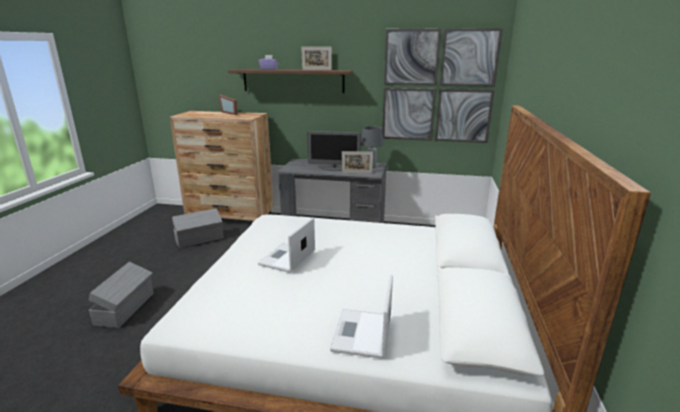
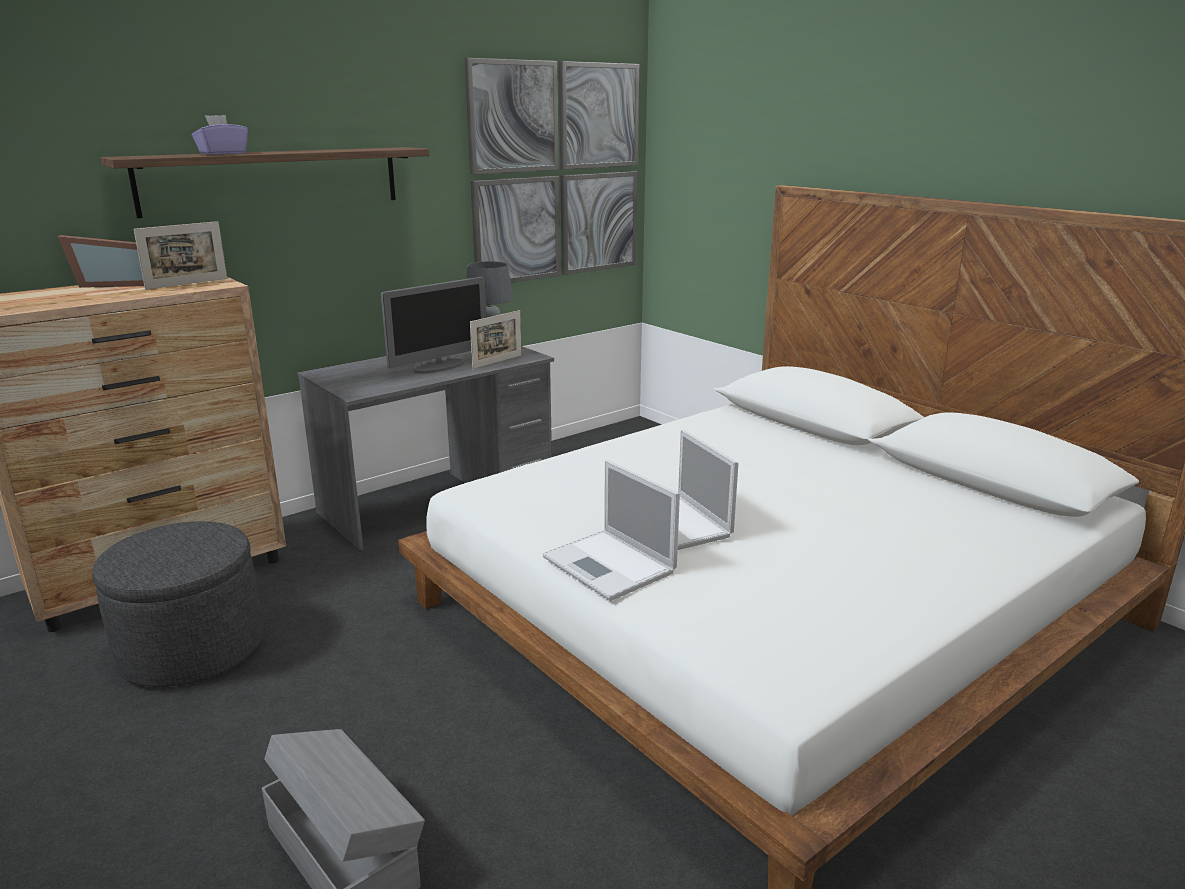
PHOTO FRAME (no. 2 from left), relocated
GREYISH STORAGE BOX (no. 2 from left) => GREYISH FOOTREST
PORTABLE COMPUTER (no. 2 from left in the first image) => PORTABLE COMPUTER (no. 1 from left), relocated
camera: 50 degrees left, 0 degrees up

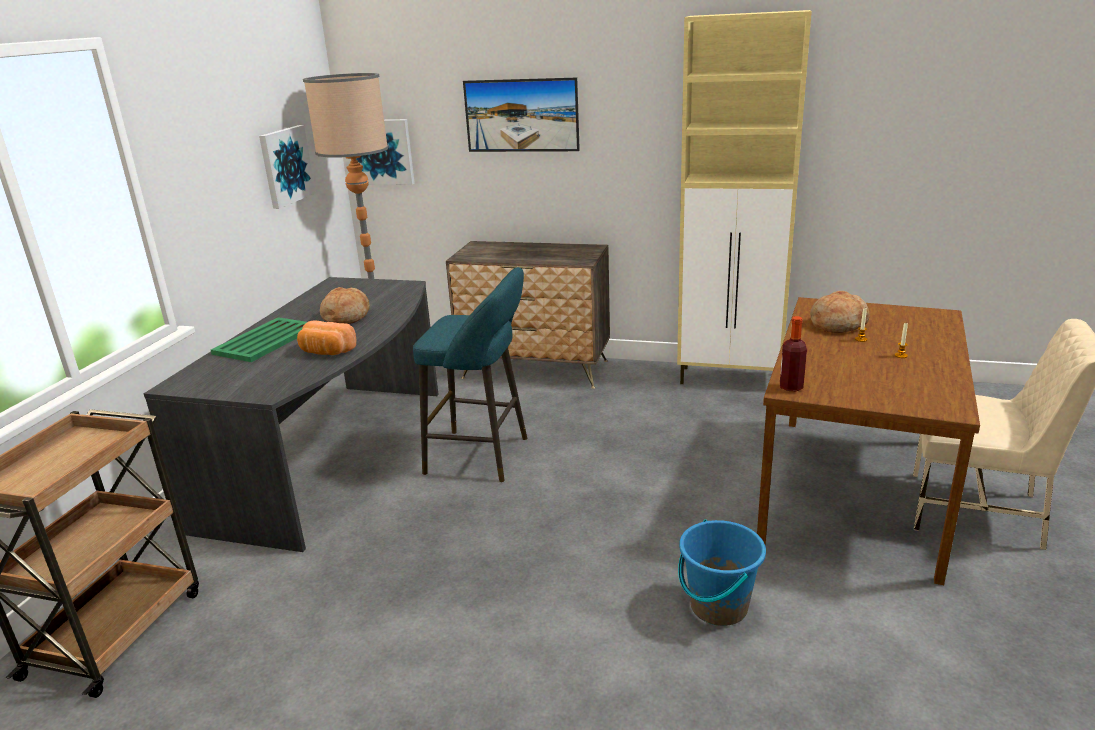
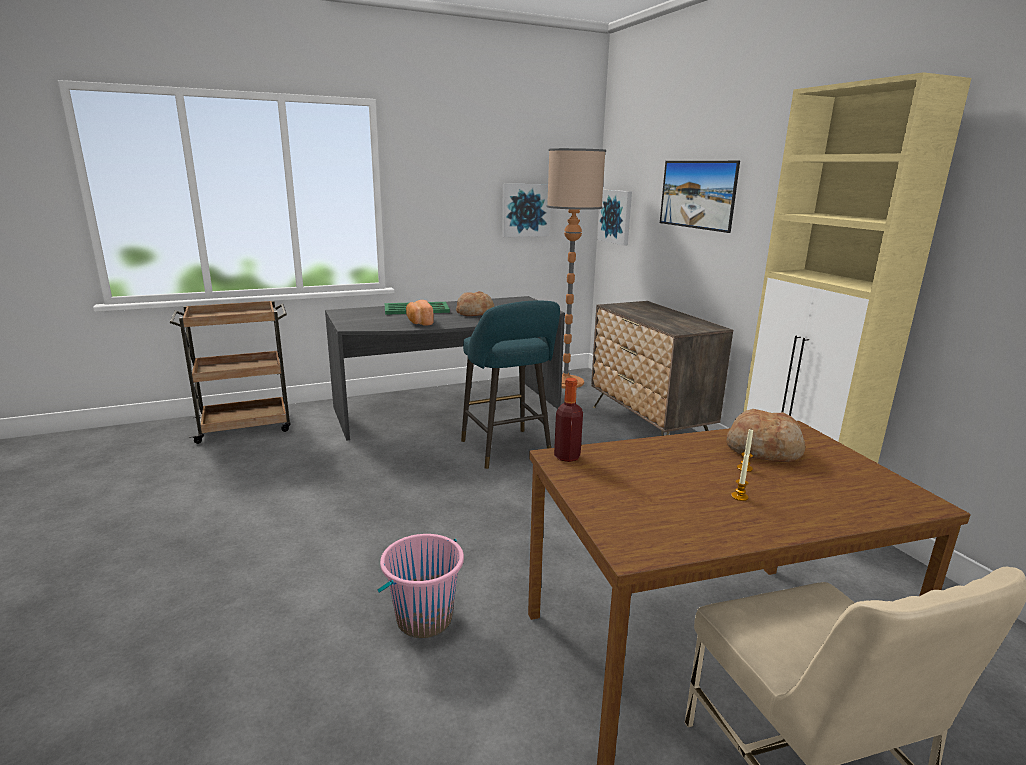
BLUISH BUCKET => PINKISH BUCKET
camera: 50 degrees right, 5 degrees down

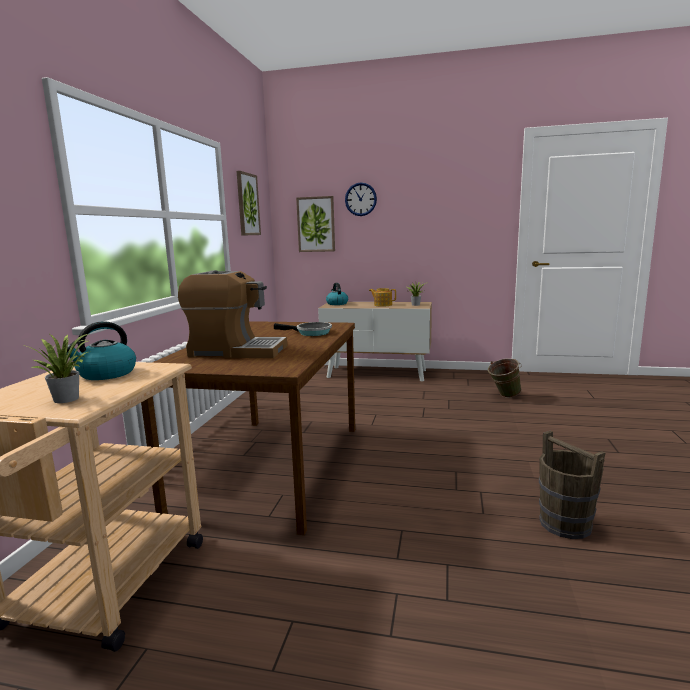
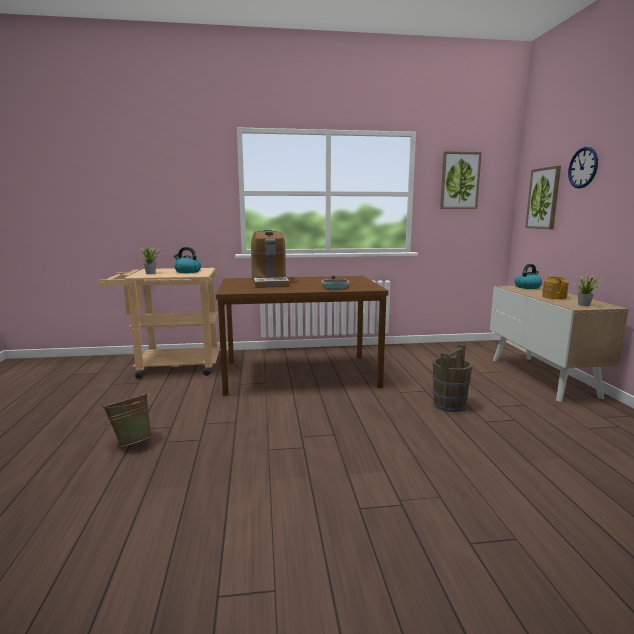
GREEN-COLOURED BUCKET, relocated
BROWNISH BUCKET, relocated
camera: 70 degrees right, 0 degrees up

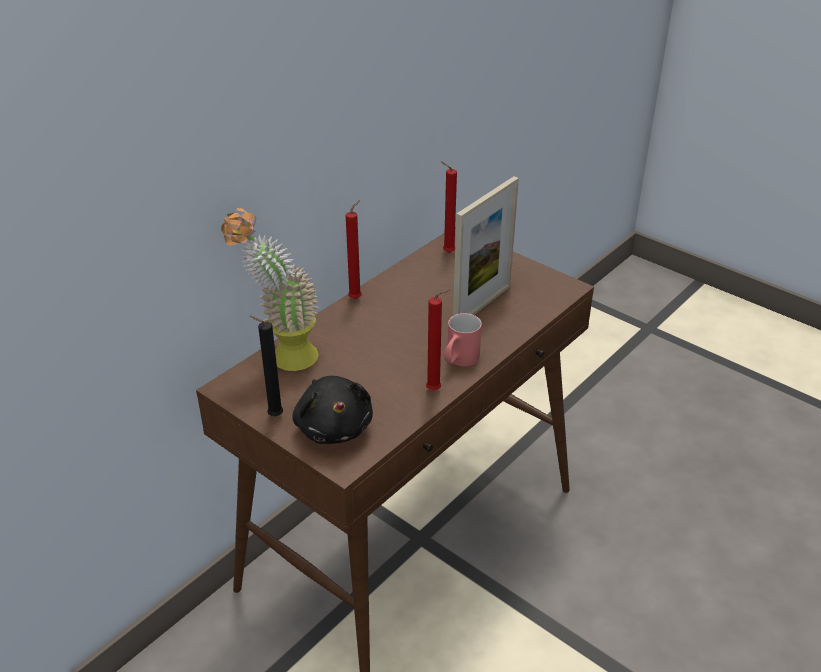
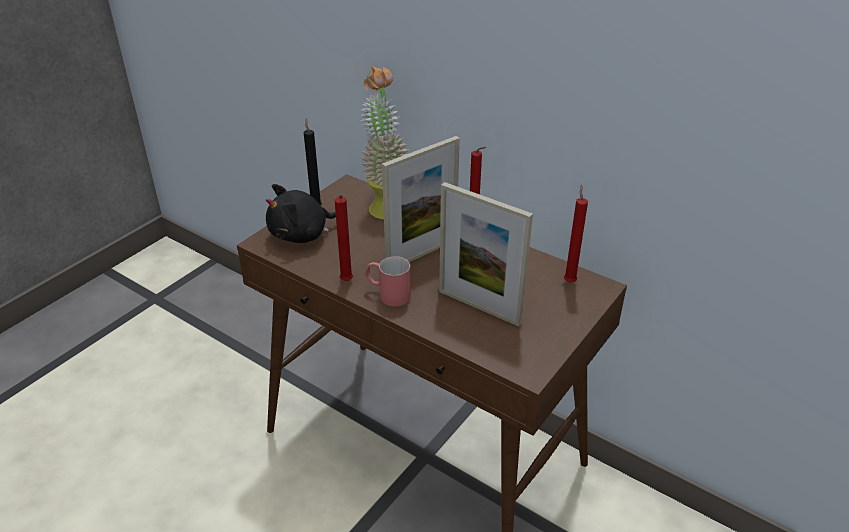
nothing => PHOTO FRAME (no. 1 from left)
camera: 85 degrees right, 0 degrees up

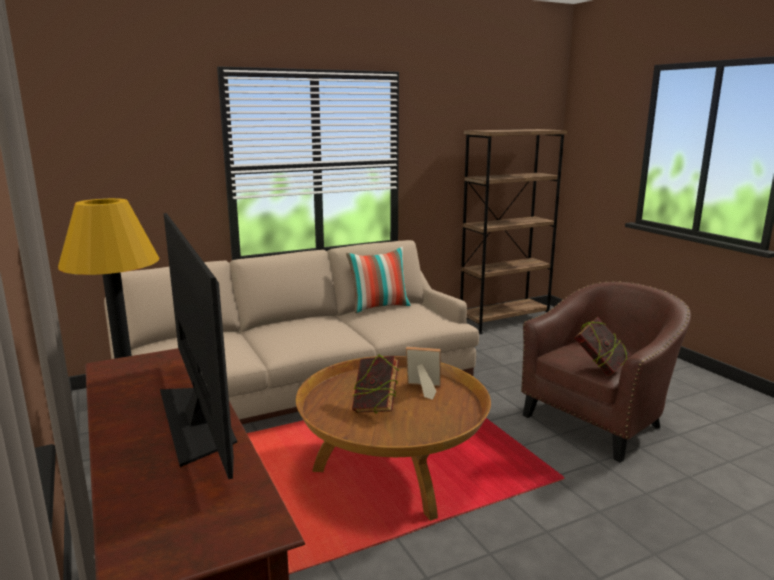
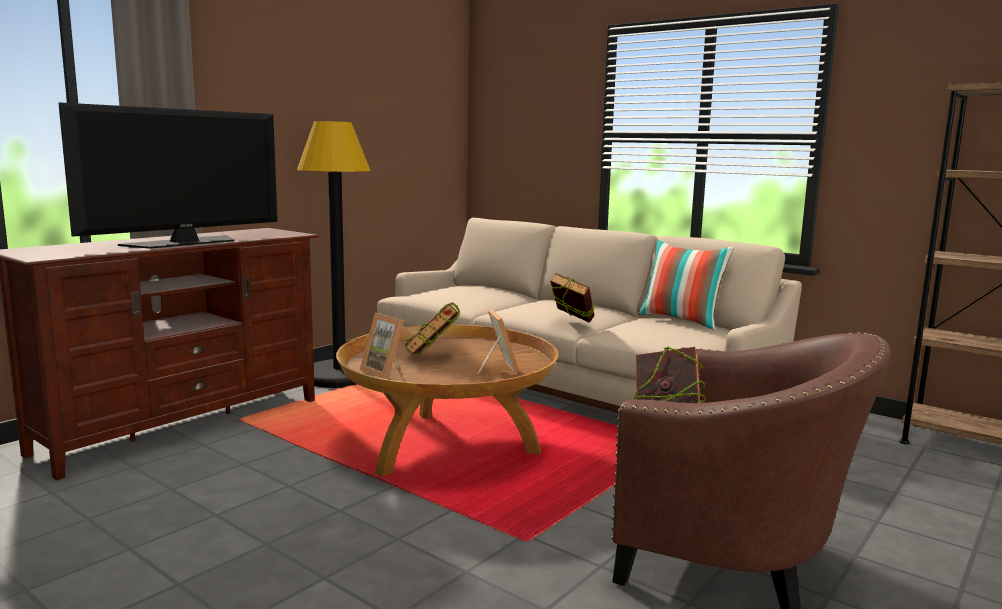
nothing => BOOK (no. 2 from left)
nothing => PHOTO FRAME (no. 1 from left)
camera: 65 degrees right, 5 degrees down

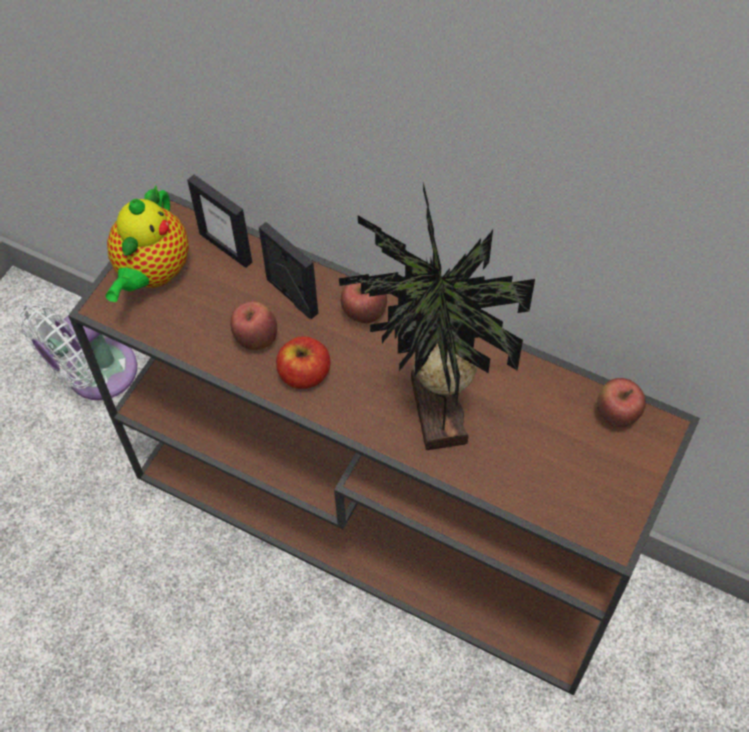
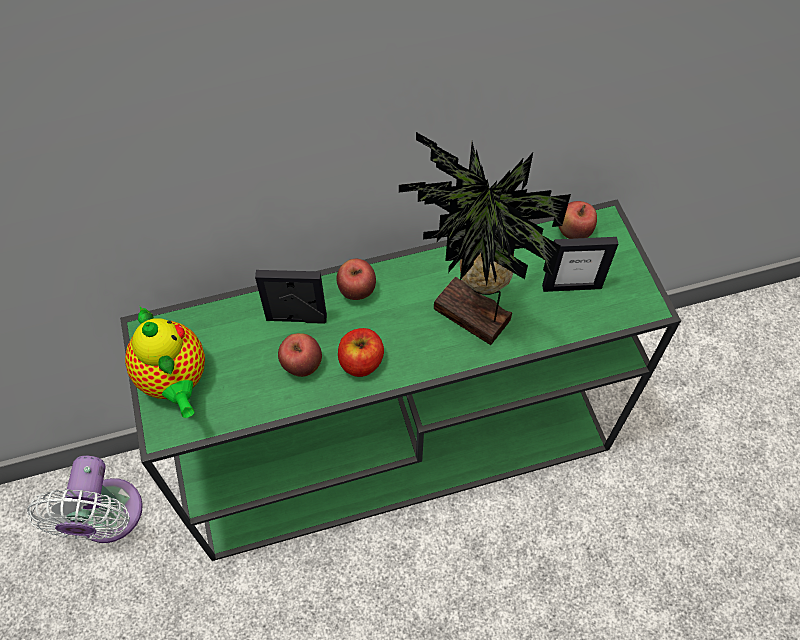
PHOTO FRAME (no. 1 from left in the first image) => PHOTO FRAME (no. 2 from left), relocated
BROWNISH HALL TABLE => GREEN-COLOURED HALL TABLE
camera: 45 degrees left, 0 degrees up

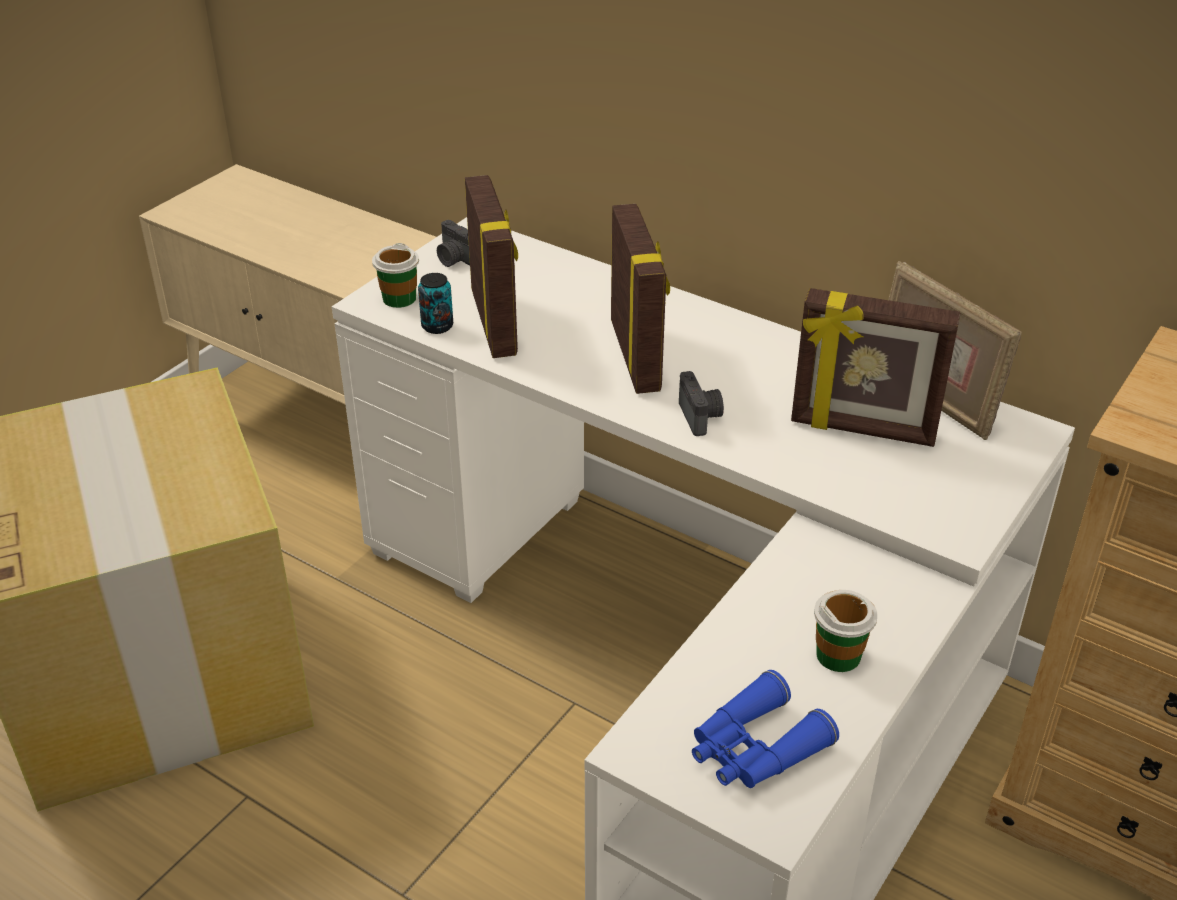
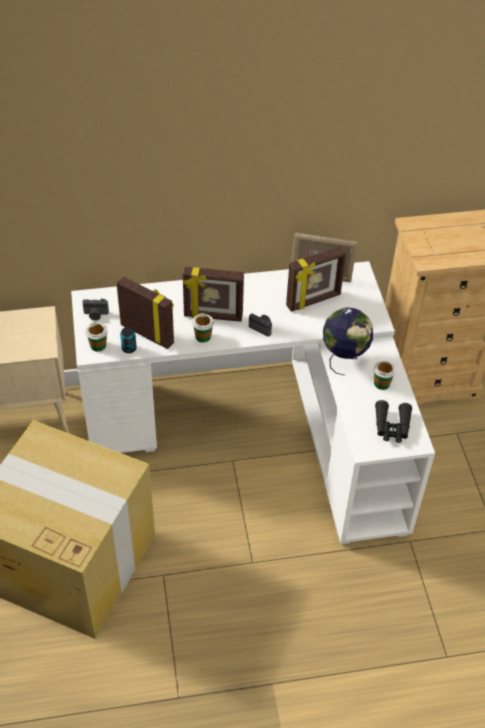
PHOTO FRAME (no. 2 from left), 150 degrees clockwise
BLUISH BINOCULARS => BLACK BINOCULARS
nothing => DESK GLOBE
nothing => CUP (no. 2 from left)
camera: 45 degrees left, 10 degrees up

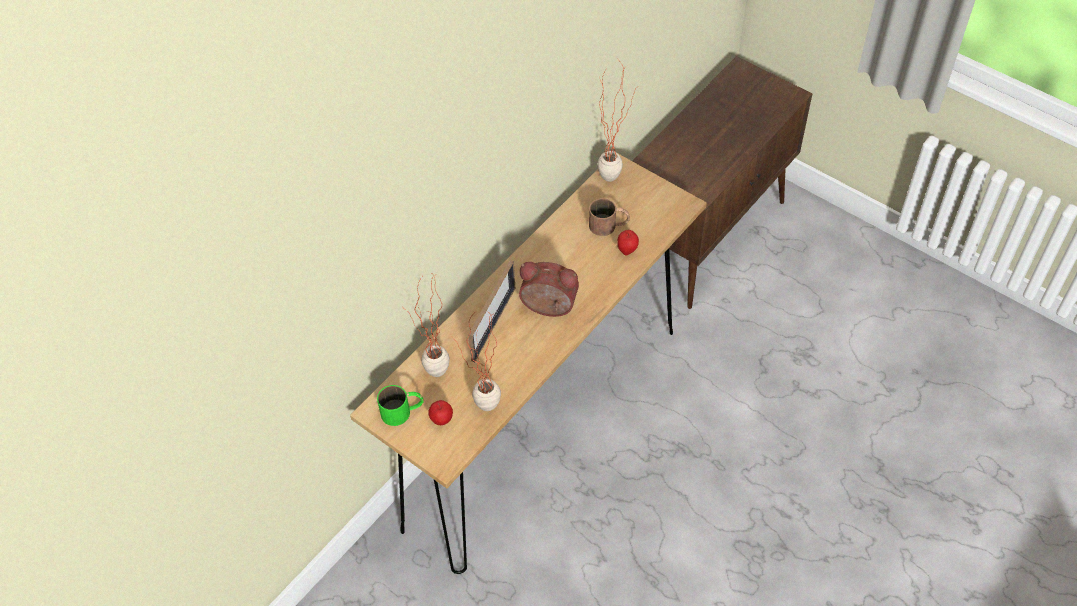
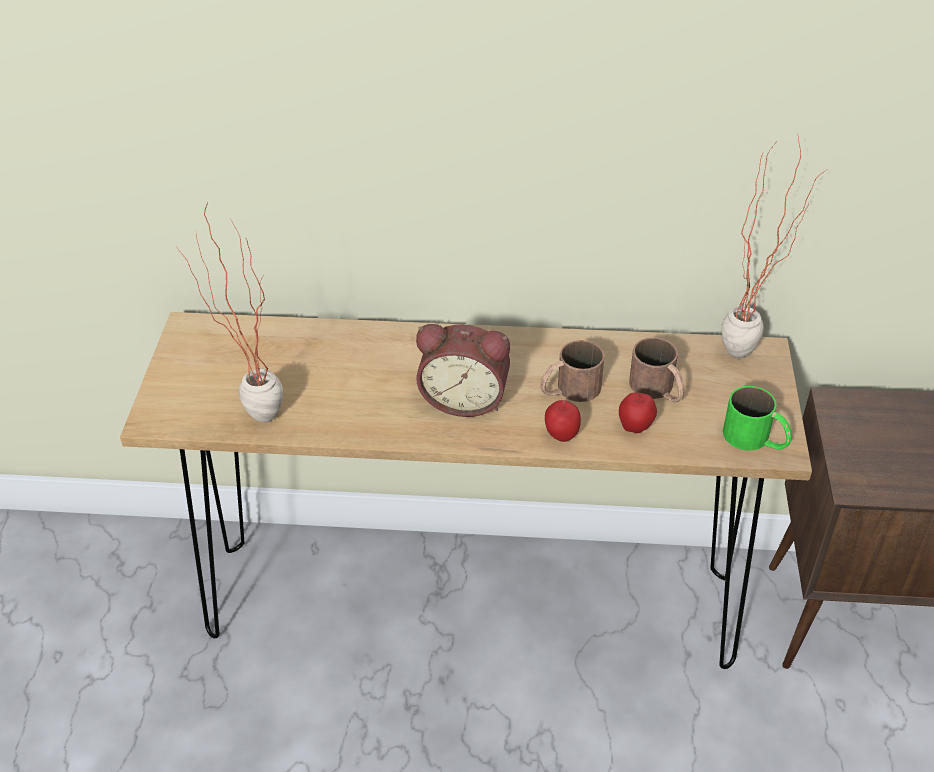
PHOTO FRAME => nothing
BEDSIDE CLOCK, 120 degrees clockwise
PLANT IN A POT (no. 1 from left) => nothing
GREEN-COLOURED MUG, relocated
WHOLE APPLE (no. 1 from left), relocated
nothing => BROWNISH MUG (no. 1 from left)
camera: 55 degrees right, 10 degrees down

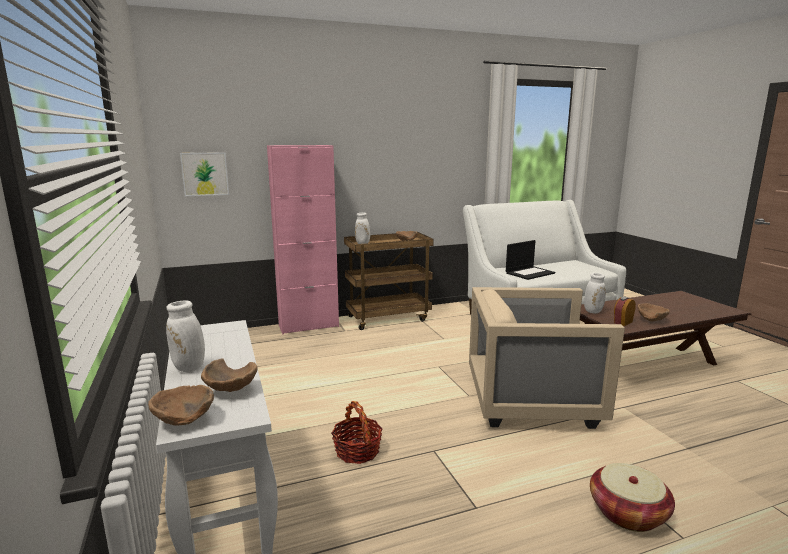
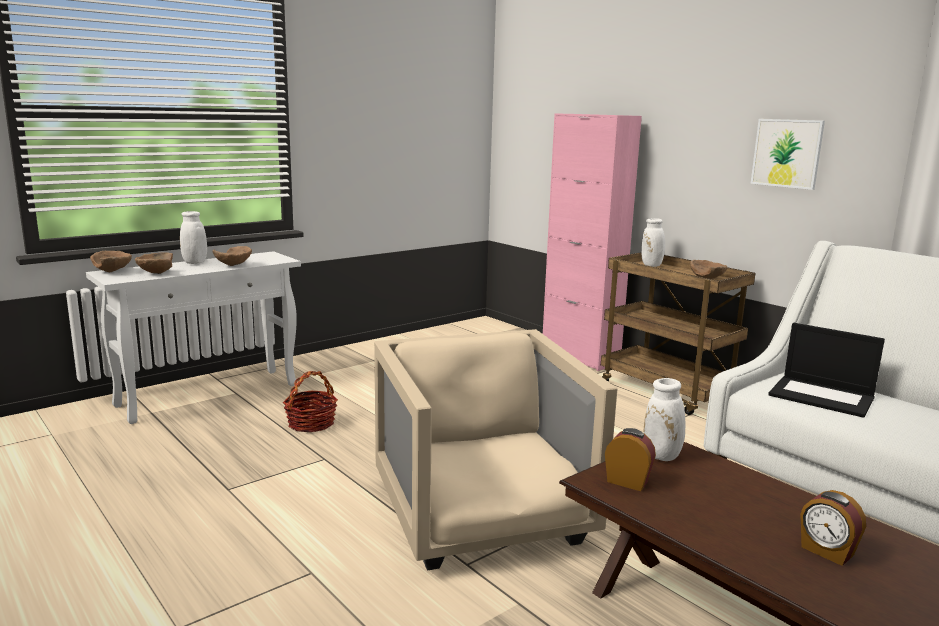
WALL ART, relocated
BROWNISH SERVING BOWL (no. 4 from left in the first image) => BROWNISH SERVING BOWL (no. 3 from left), relocated
STORAGE BASKET (no. 2 from left) => nothing
nothing => BEDSIDE CLOCK (no. 2 from left)
camera: 70 degrees right, 0 degrees up

